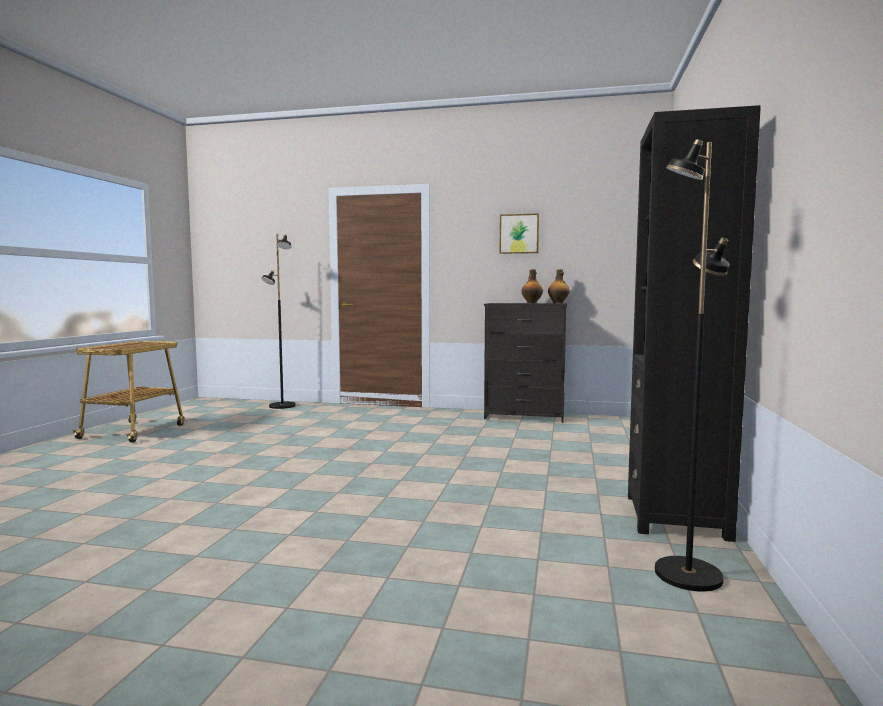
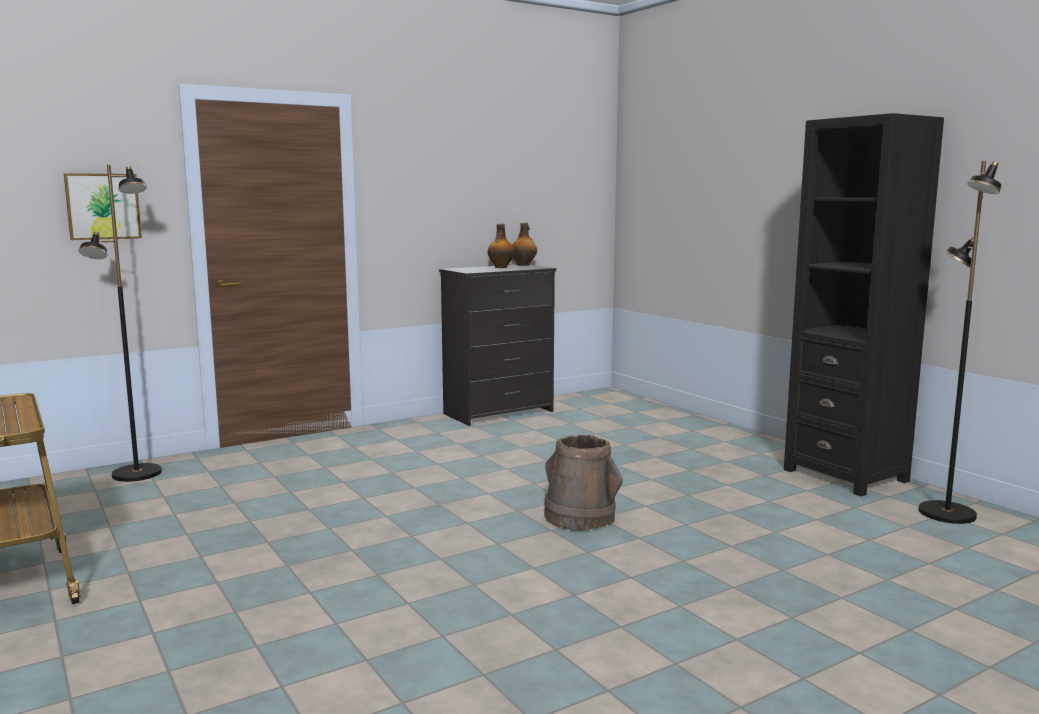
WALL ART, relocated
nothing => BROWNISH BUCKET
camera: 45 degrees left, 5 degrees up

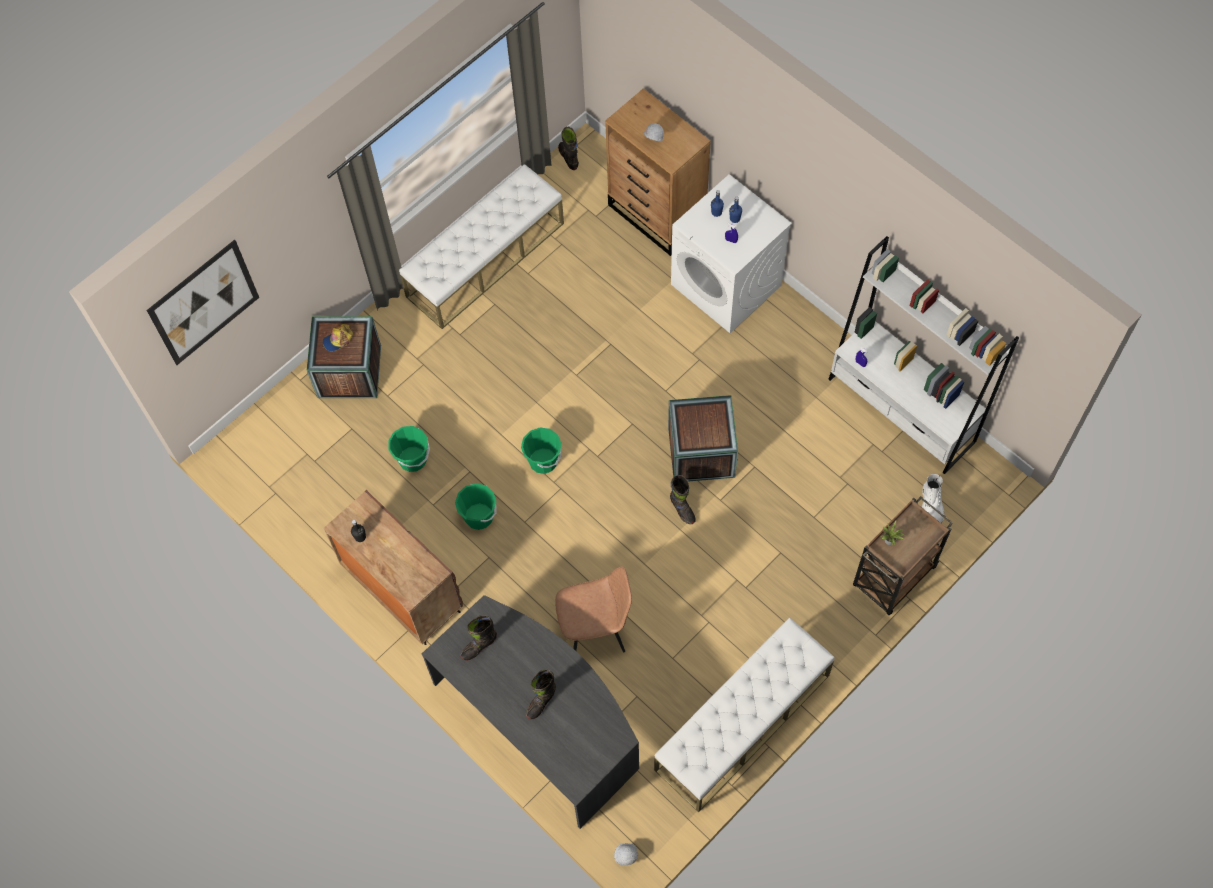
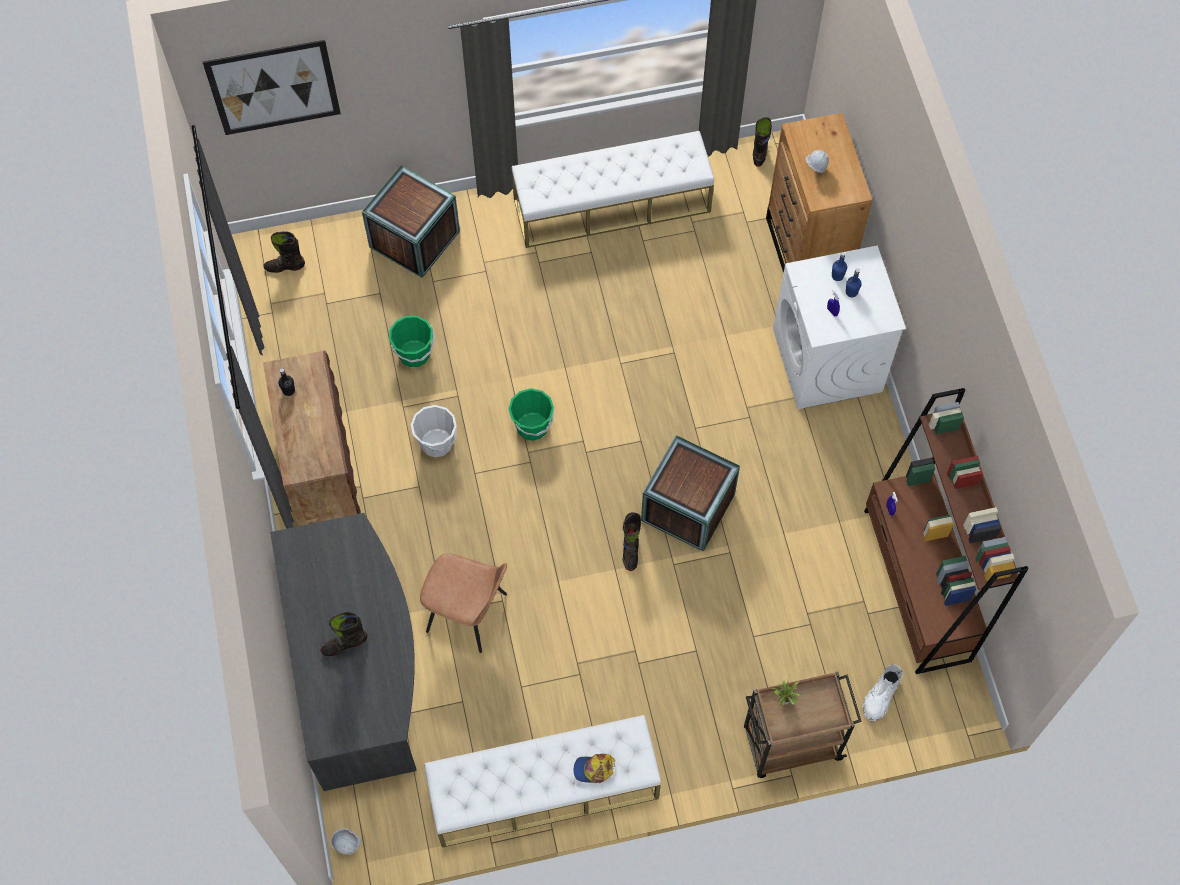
WHITE-COLOURED SHELVING UNIT => BROWNISH SHELVING UNIT
CAP, relocated
GREEN-COLOURED BUCKET (no. 2 from left) => WHITE-COLOURED BUCKET
BLACK TALL BOOT (no. 1 from left), relocated
camera: 30 degrees right, 0 degrees up

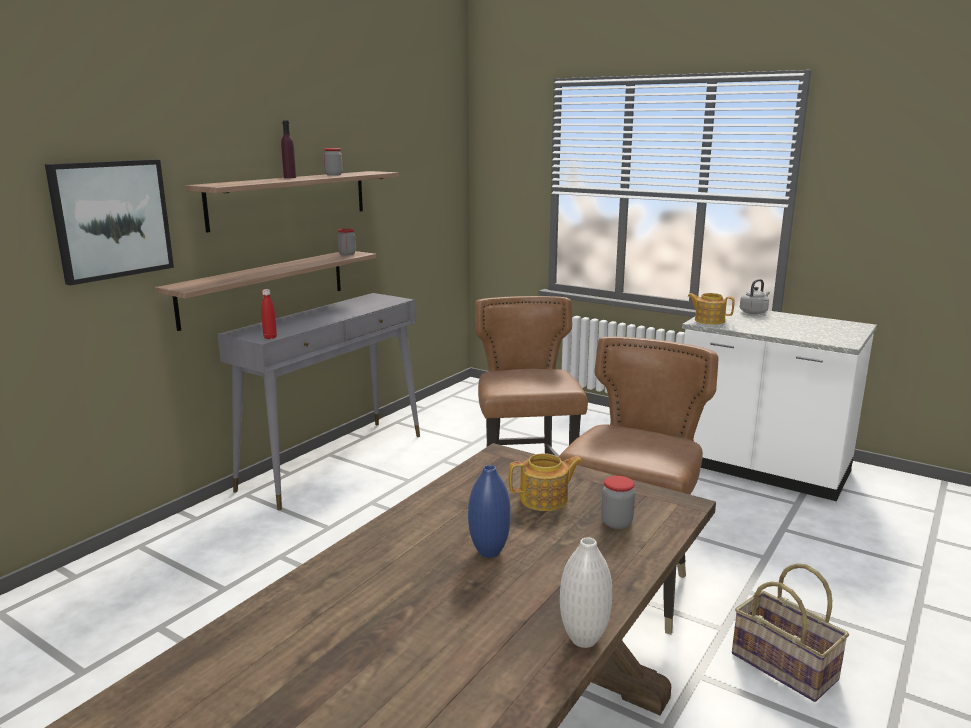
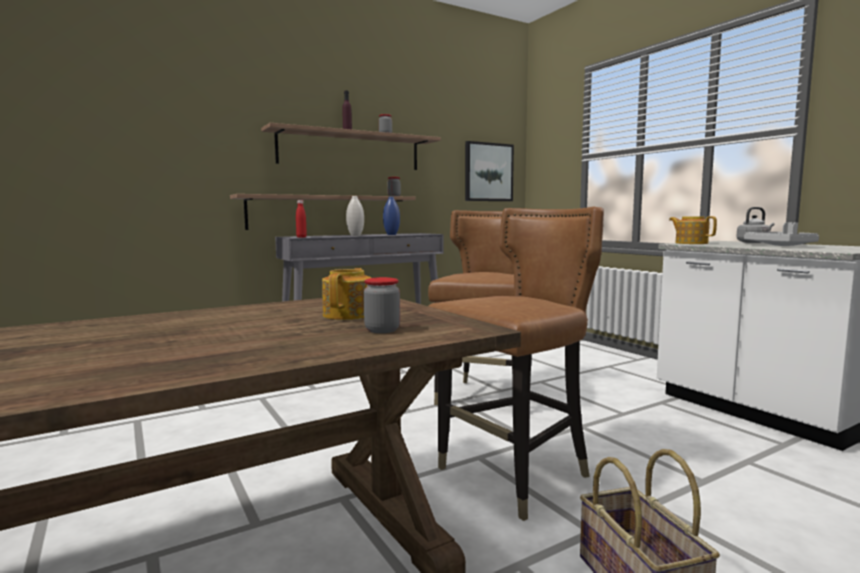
WALL ART, relocated
TEAPOT (no. 1 from left), 90 degrees counterclockwise
BLUISH FLOWER VASE, relocated
WHITE-COLOURED FLOWER VASE, relocated
nothing => GREYISH CARRYING TRAY
camera: 25 degrees right, 10 degrees down

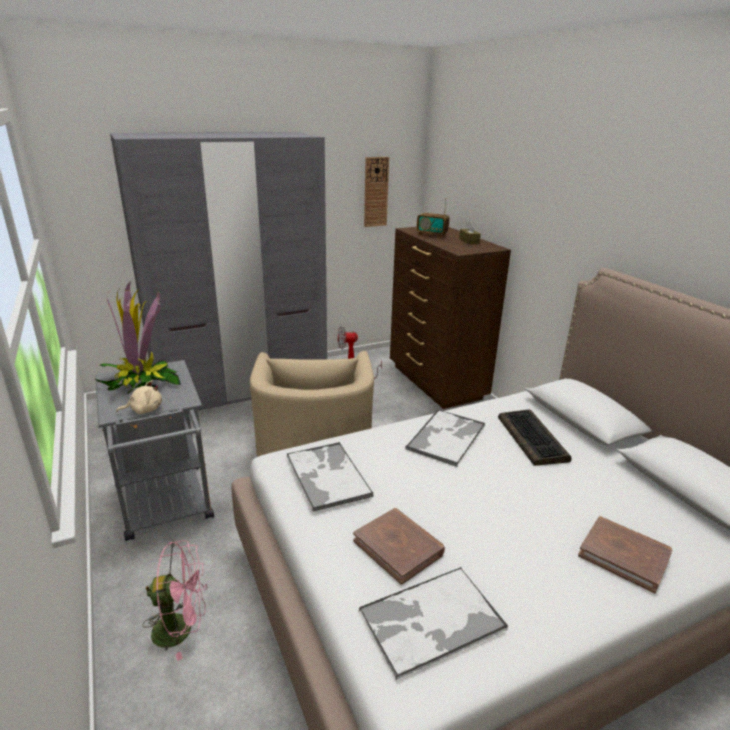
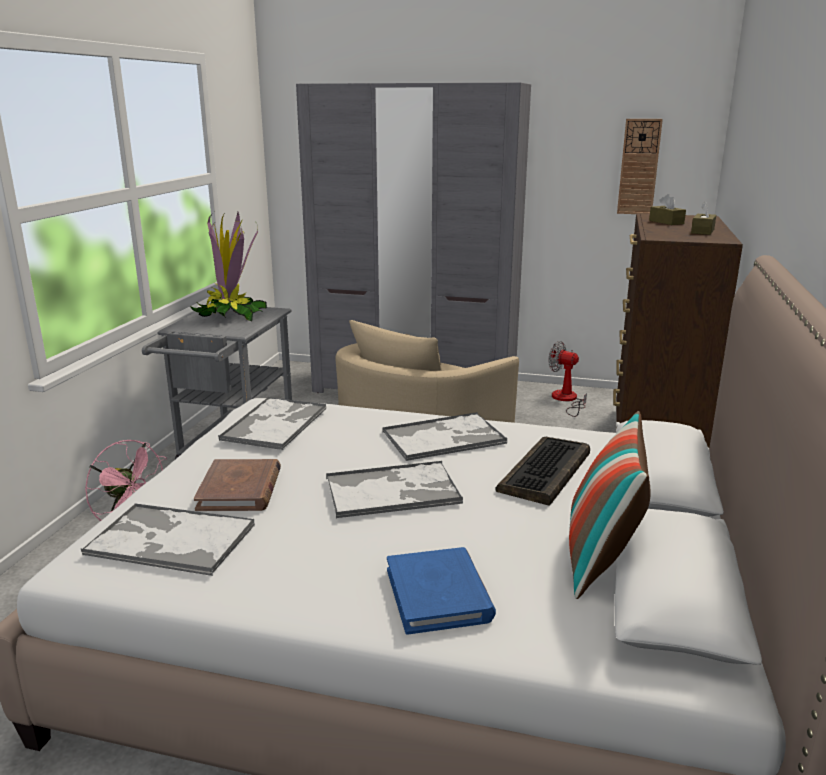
RADIO RECEIVER => BROWNISH BOX OF TISSUES (no. 1 from left)
BEIGE SOFT TOY => nothing
BROWNISH BOOK (no. 2 from left) => BLUISH BOOK
nothing => PILLOW
nothing => CARRYING TRAY (no. 3 from left)
camera: 40 degrees right, 5 degrees down

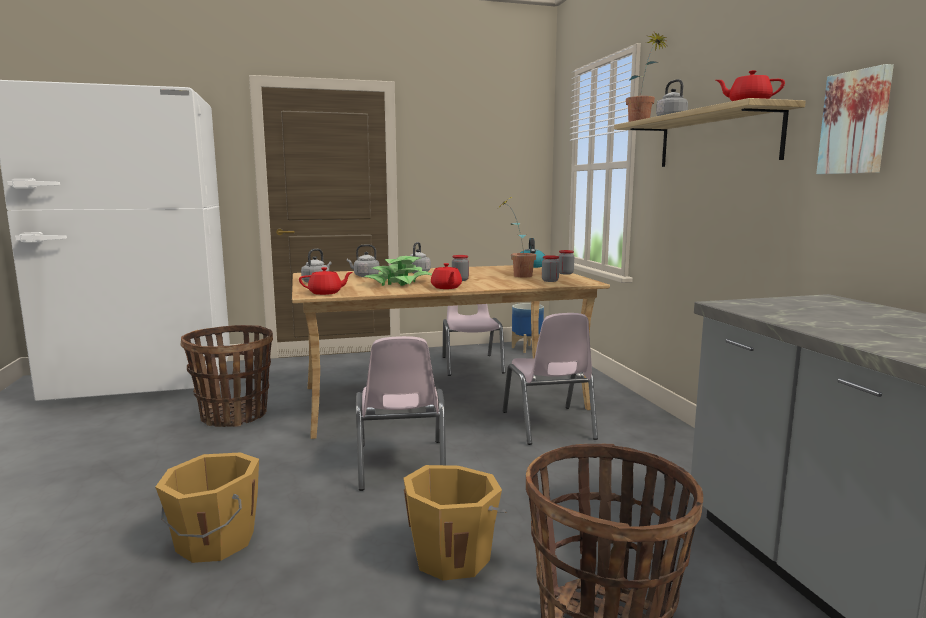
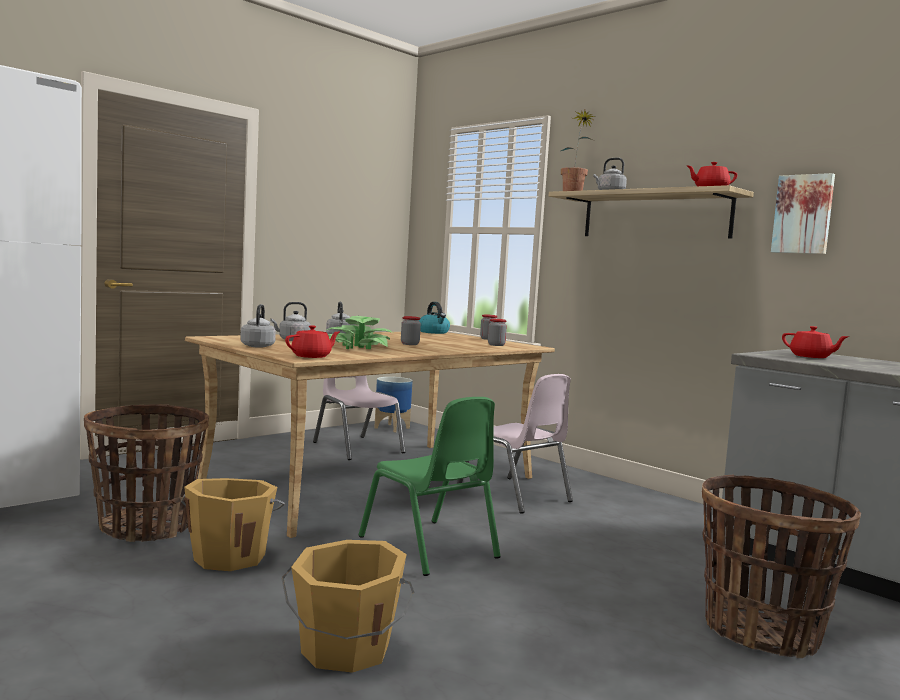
PLANT IN A POT (no. 2 from left) => nothing
RED-COLOURED TEAPOT (no. 2 from left in the first image) => RED-COLOURED TEAPOT (no. 3 from left), relocated
PINKISH CHAIR (no. 1 from left) => GREEN-COLOURED CHAIR
ORANGE-COLOURED BUCKET (no. 2 from left in the first image) => ORANGE-COLOURED BUCKET (no. 1 from left), relocated
camera: 30 degrees left, 5 degrees down

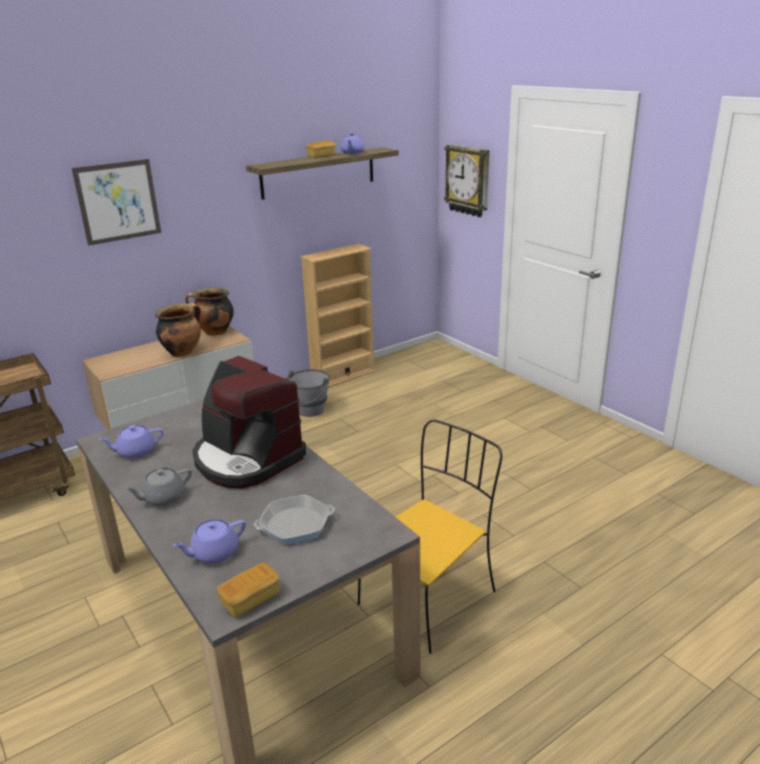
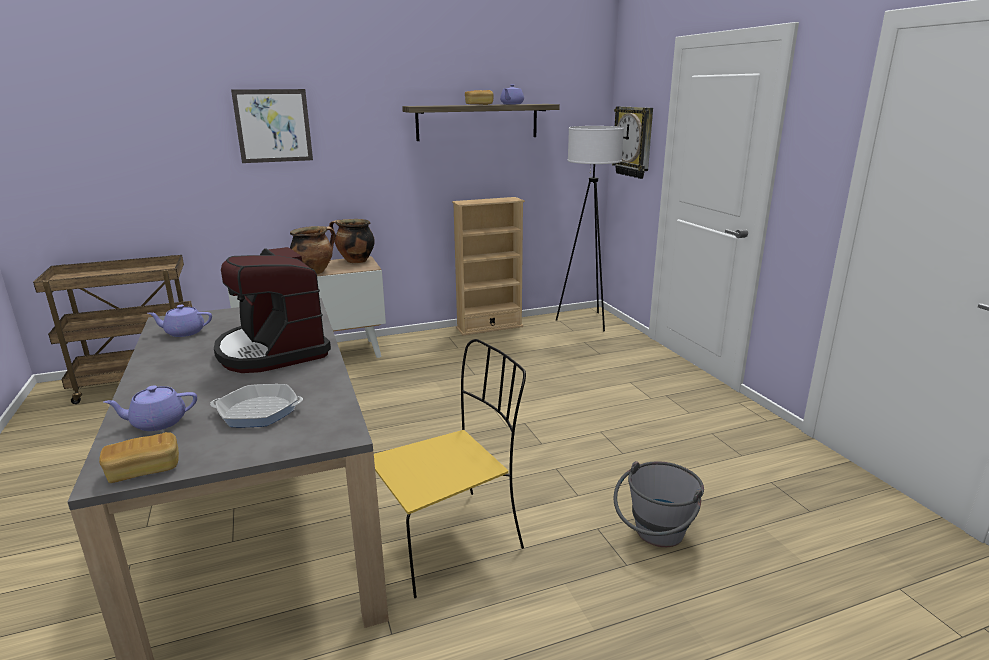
GREYISH BUCKET, relocated
GREYISH TEAPOT => nothing
nothing => WHITE-COLOURED FLOOR LAMP
camera: 15 degrees right, 5 degrees down

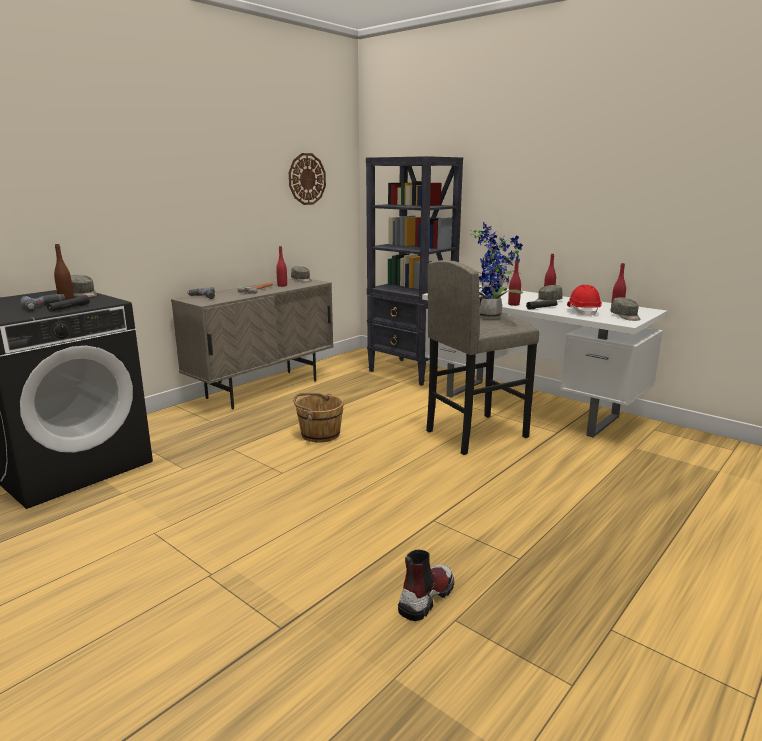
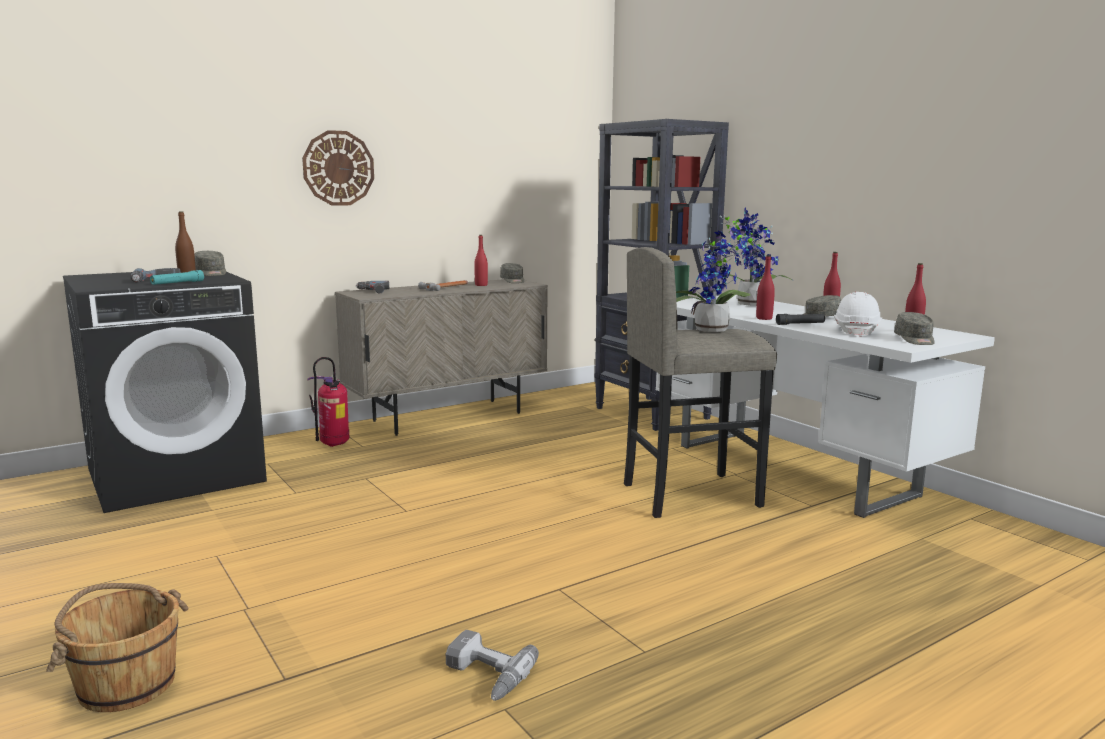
WALL CLOCK, relocated
RED-COLOURED HARD HAT => WHITE-COLOURED HARD HAT
BLACK HAND TORCH (no. 1 from left) => BLUE-GREEN HAND TORCH
BROWNISH BUCKET, relocated
TALL BOOT => POWER DRILL (no. 3 from left)
nothing => FIRE-FIGHTING CYLINDER
camera: 15 degrees right, 5 degrees down

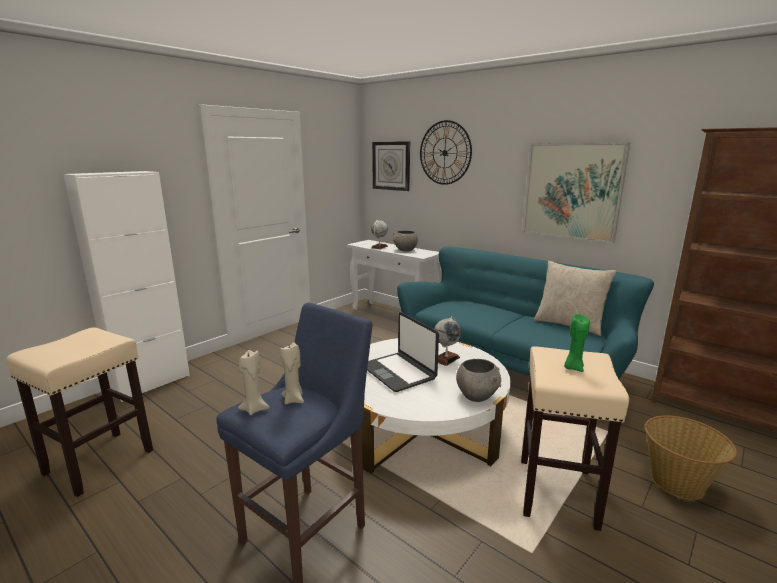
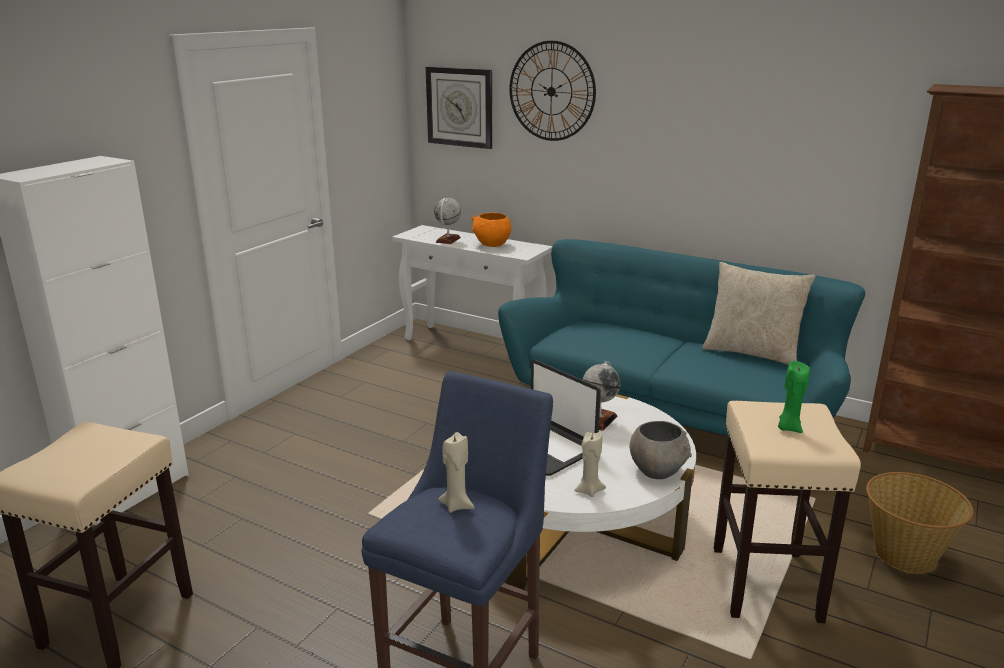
WALL ART => nothing
GREYISH SERVING BOWL (no. 1 from left) => ORANGE-COLOURED SERVING BOWL
BEIGE CANDLE (no. 1 from left in the first image) => BEIGE CANDLE (no. 2 from left), relocated
camera: 10 degrees left, 5 degrees up

